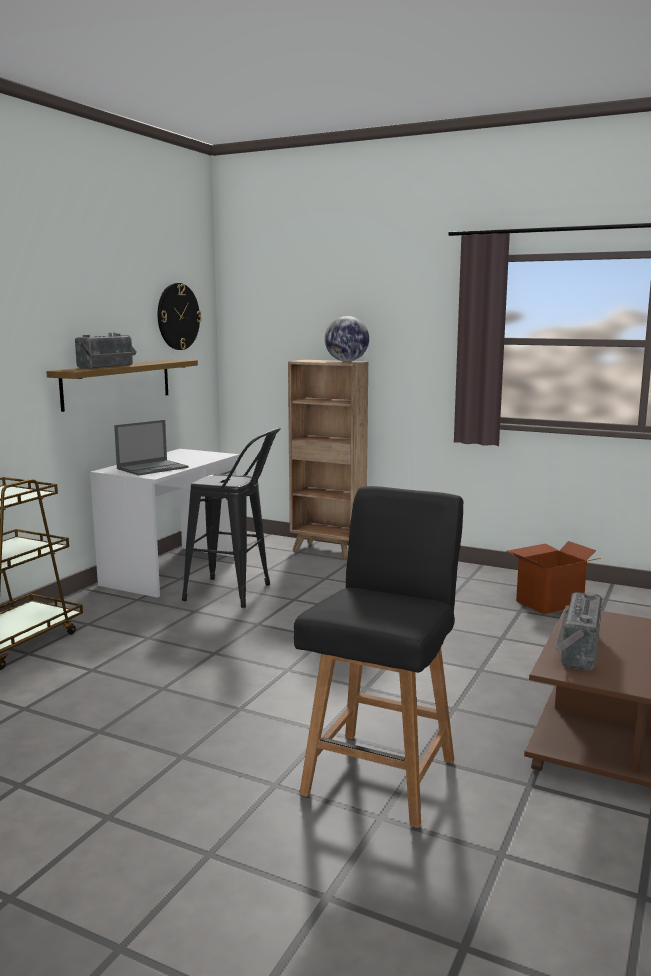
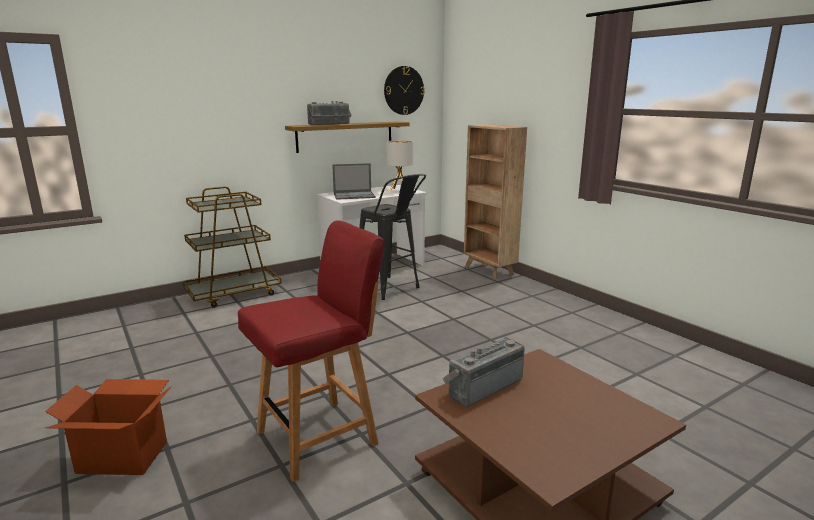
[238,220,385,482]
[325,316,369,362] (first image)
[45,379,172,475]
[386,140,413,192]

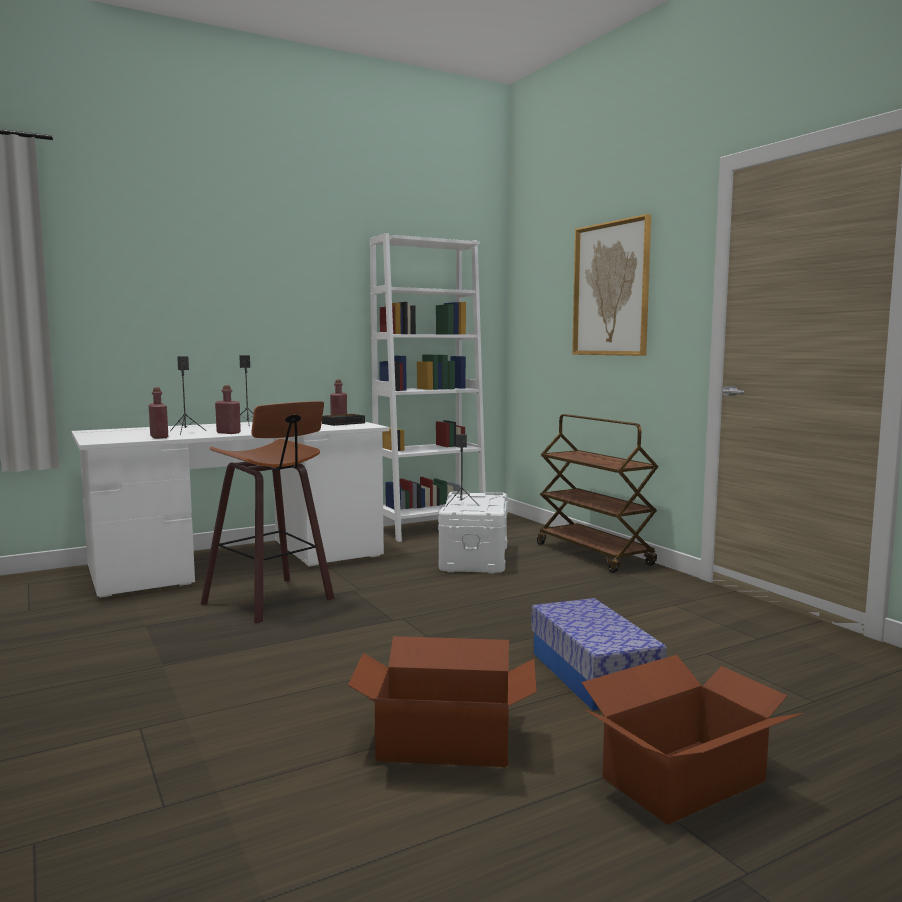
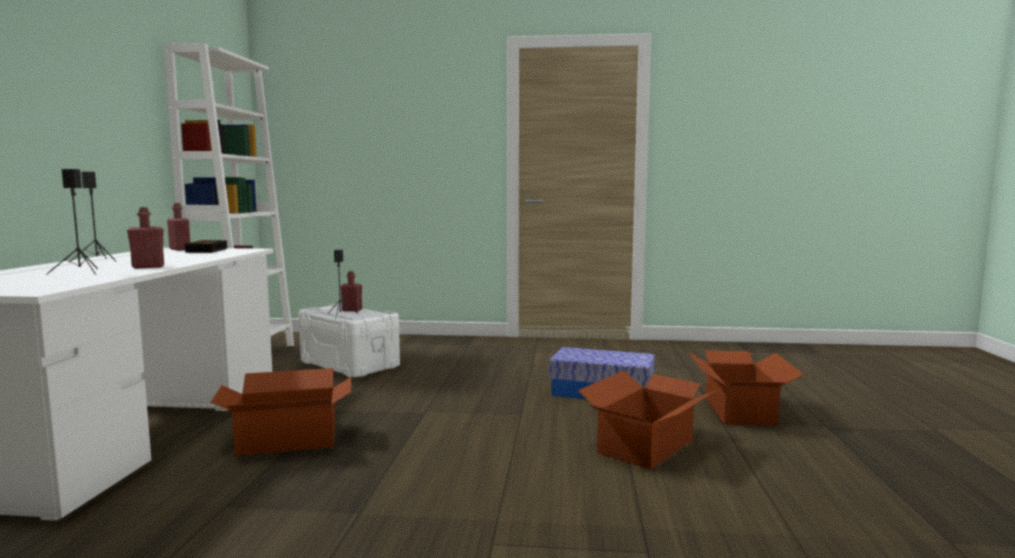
[341,271,362,312]
[211,368,351,456]
[537,414,659,573] (first image)
[572,214,651,356] (first image)

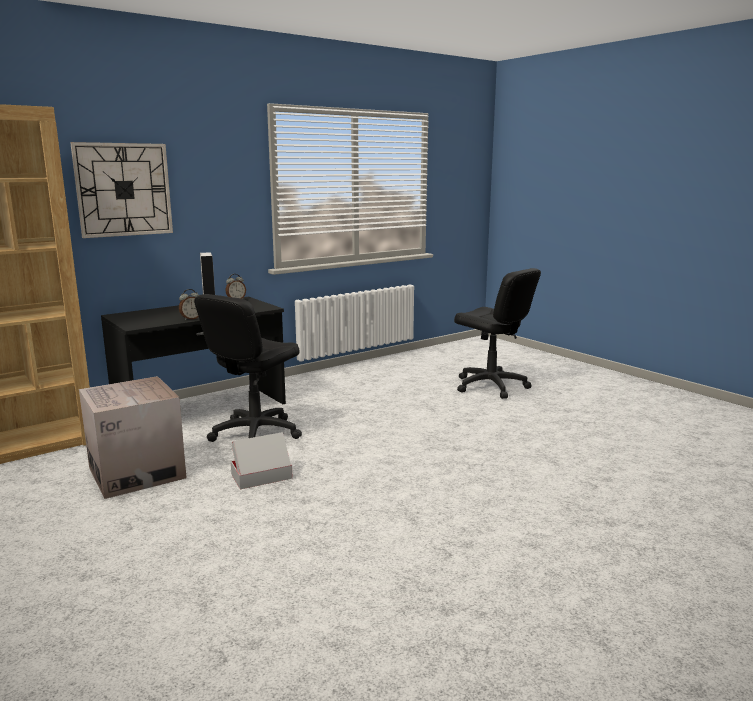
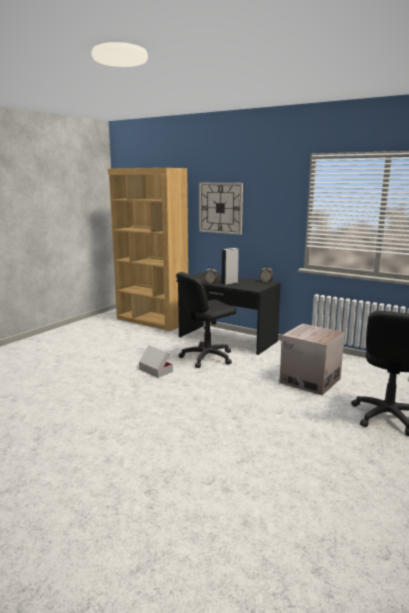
[279,324,345,396]
[176,272,237,368]

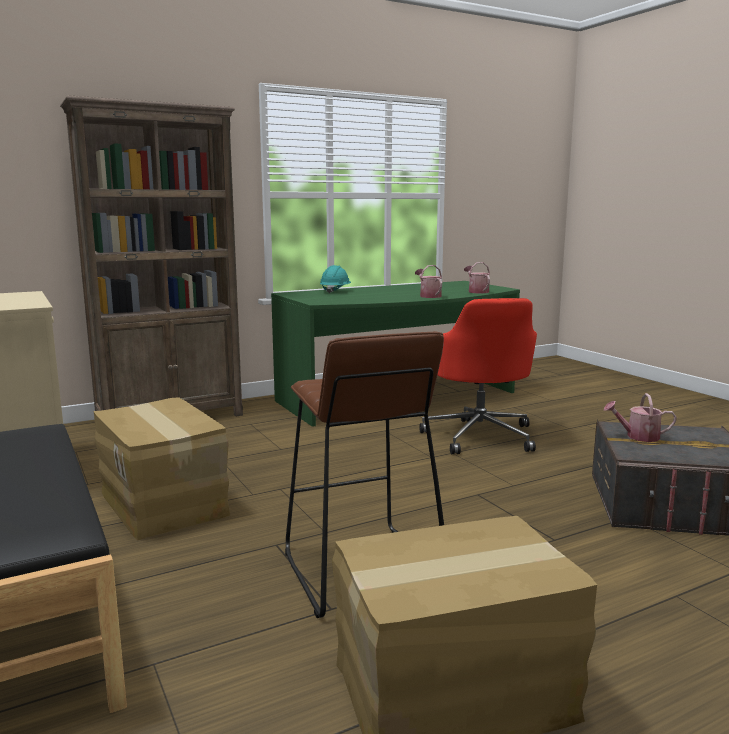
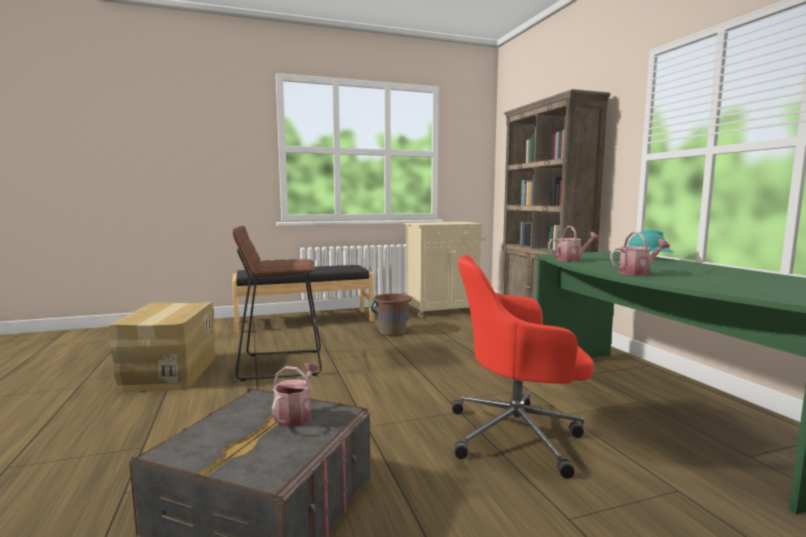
[371,294,413,336]
[548,226,599,262]

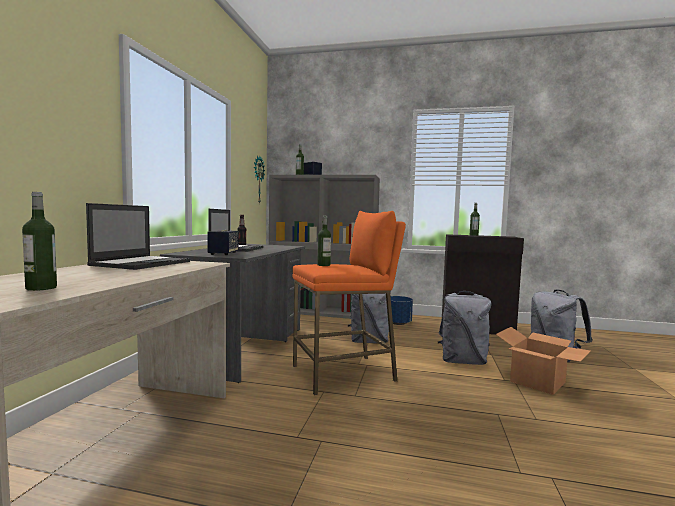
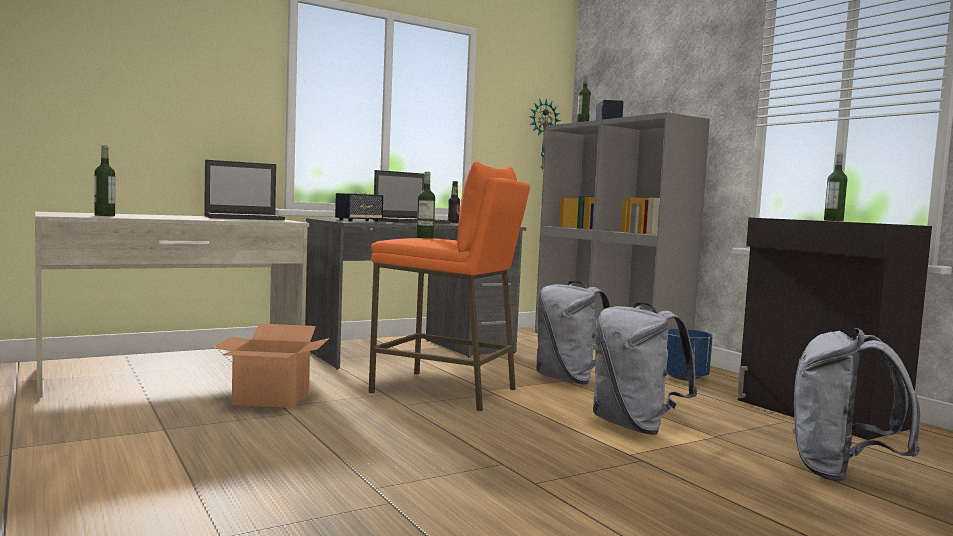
[212,324,329,408]

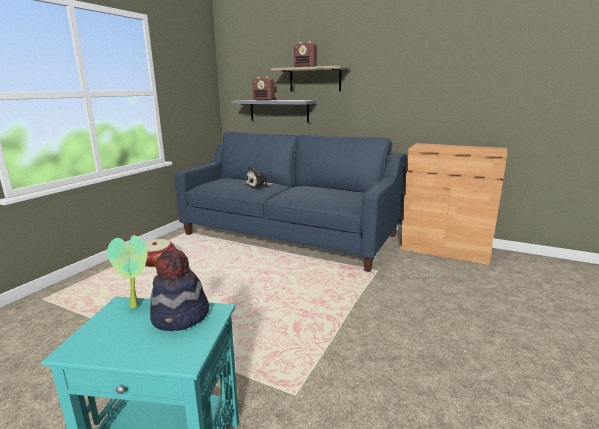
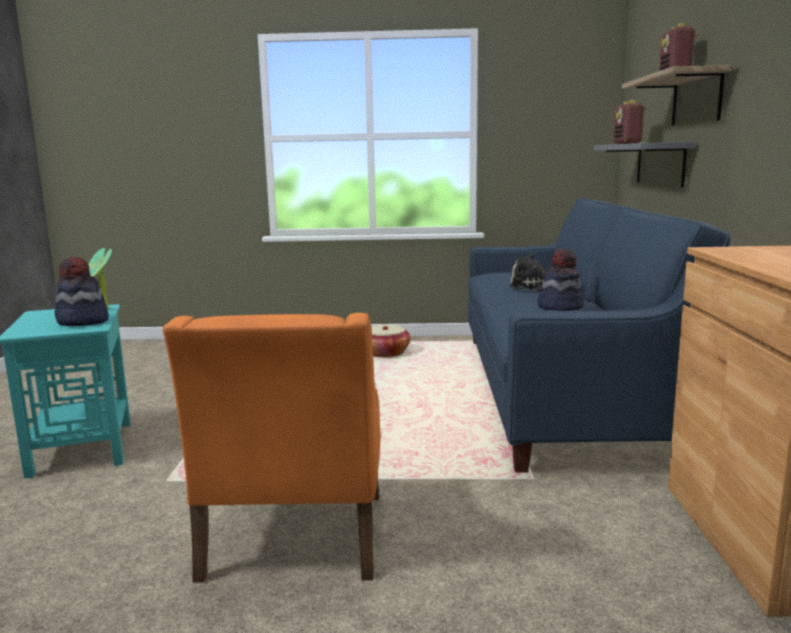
[162,313,381,583]
[537,249,584,311]

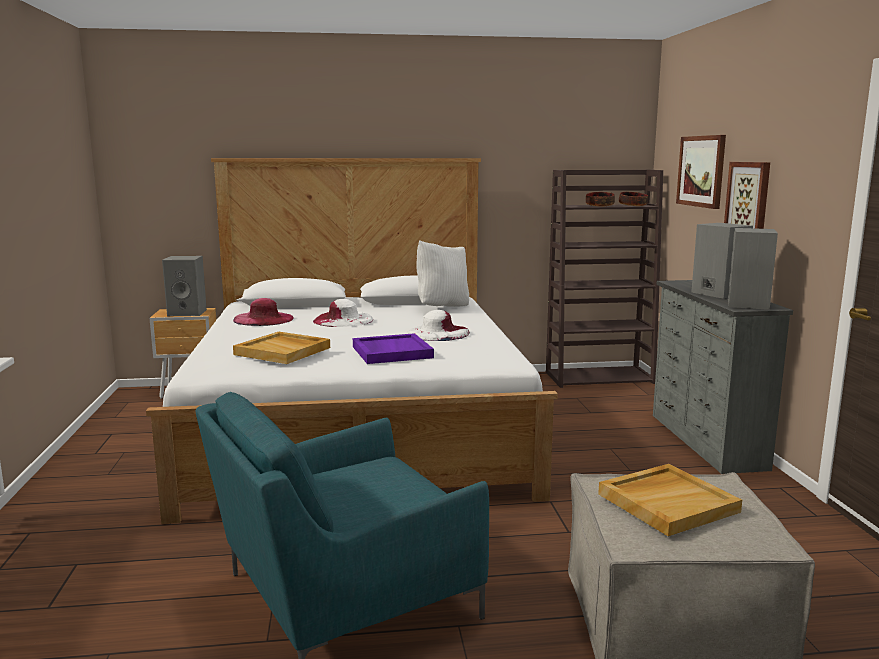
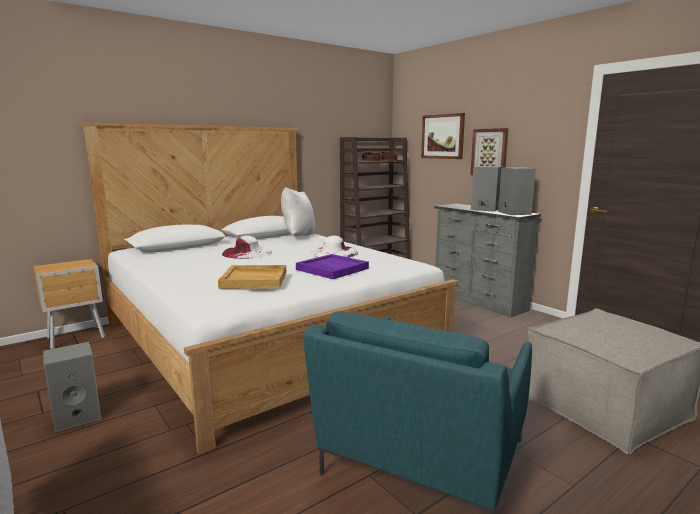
[43,342,101,432]
[233,298,294,326] (first image)
[598,464,742,536] (first image)

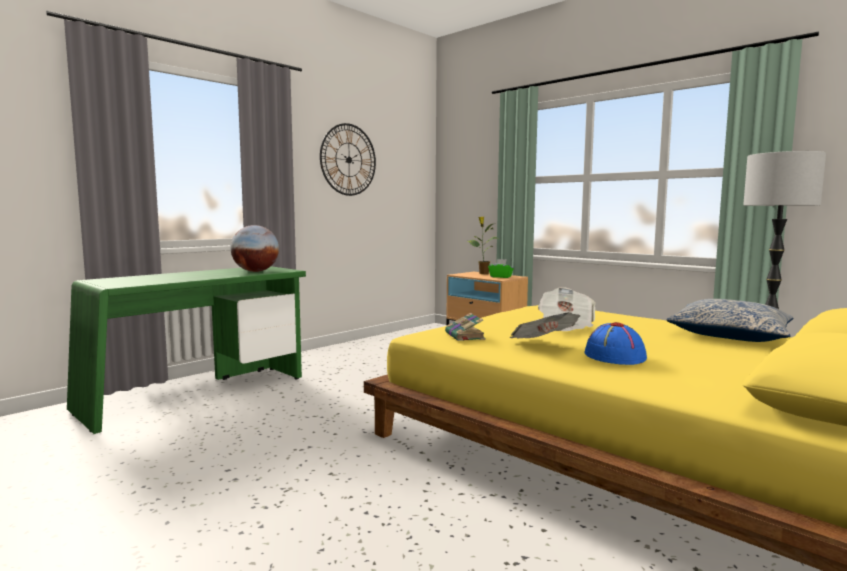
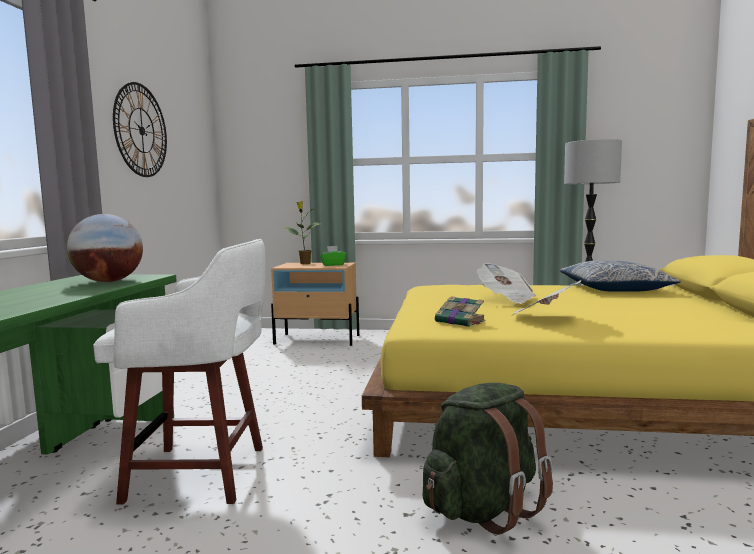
[584,322,647,365] (first image)
[93,239,266,505]
[423,383,553,535]

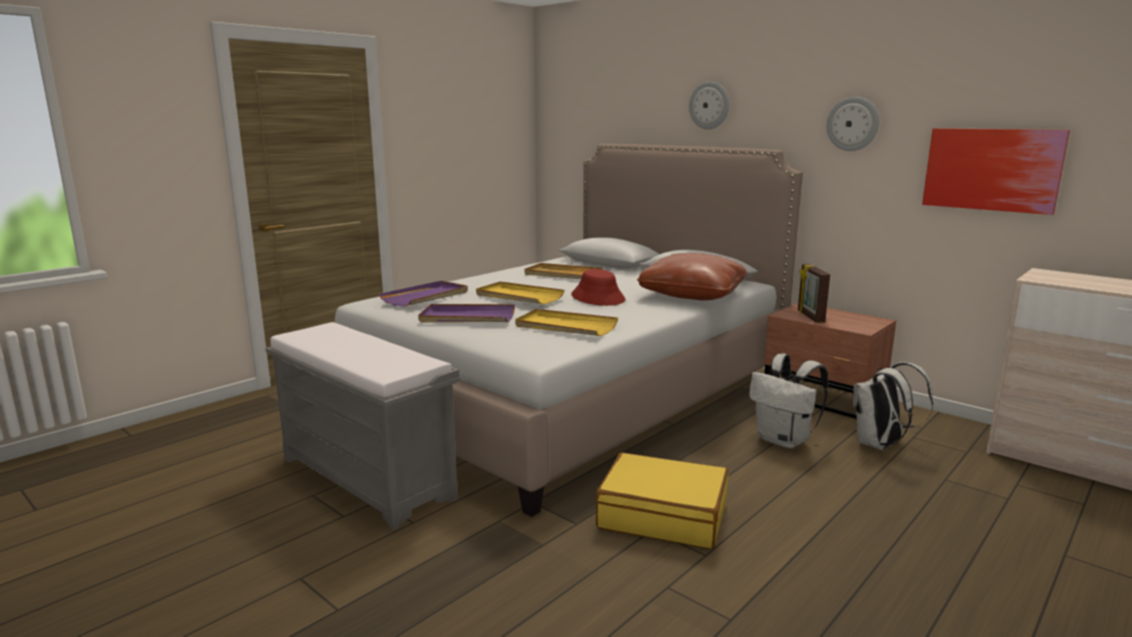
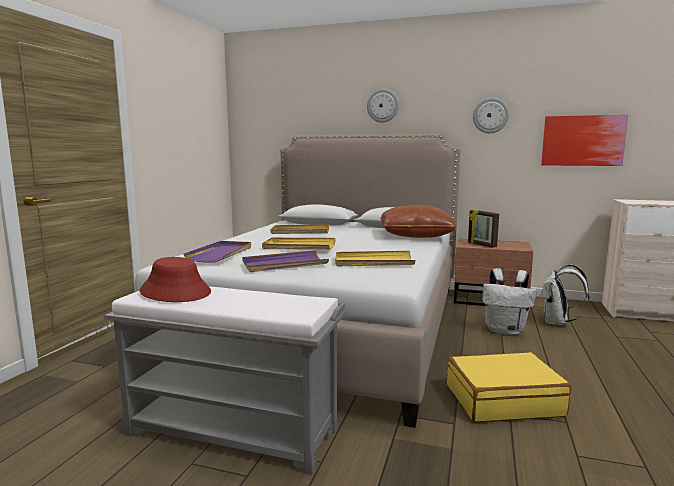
[140,257,211,302]

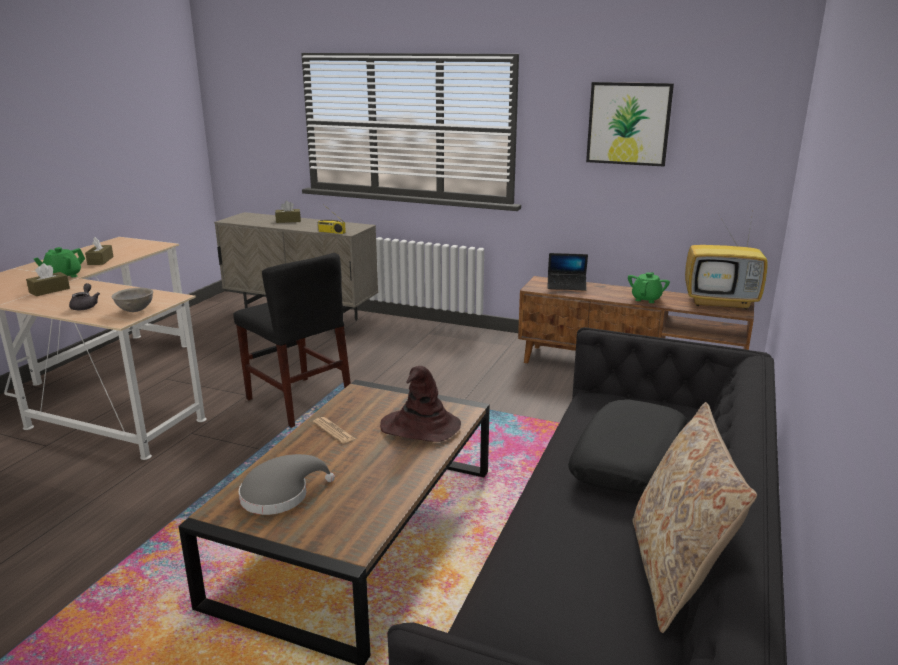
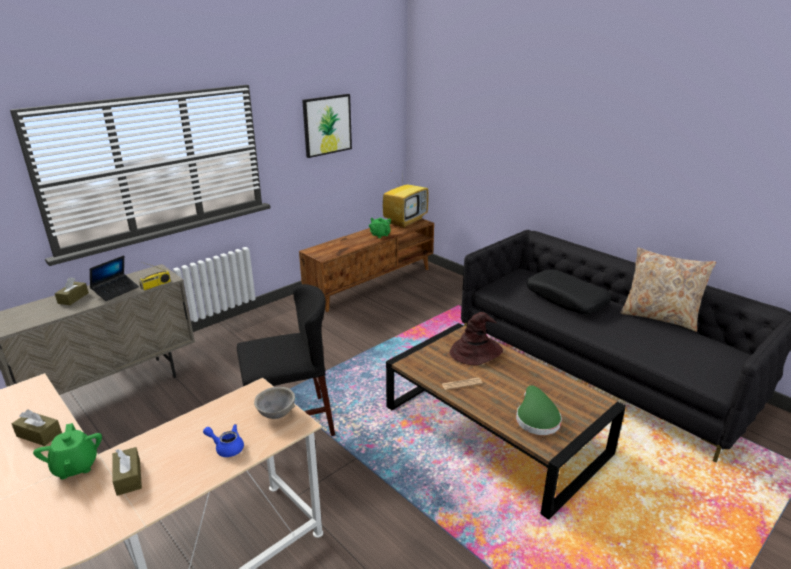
[203,424,244,457]
[516,385,562,435]
[90,255,139,301]

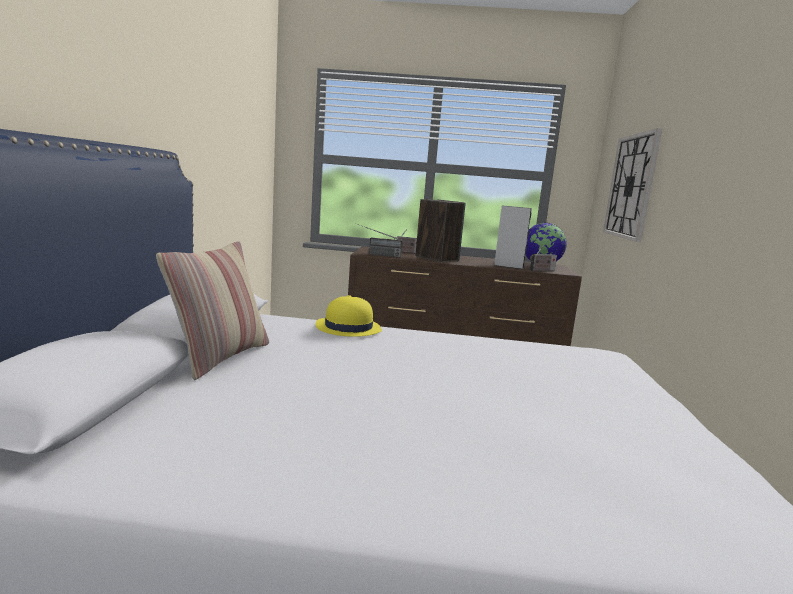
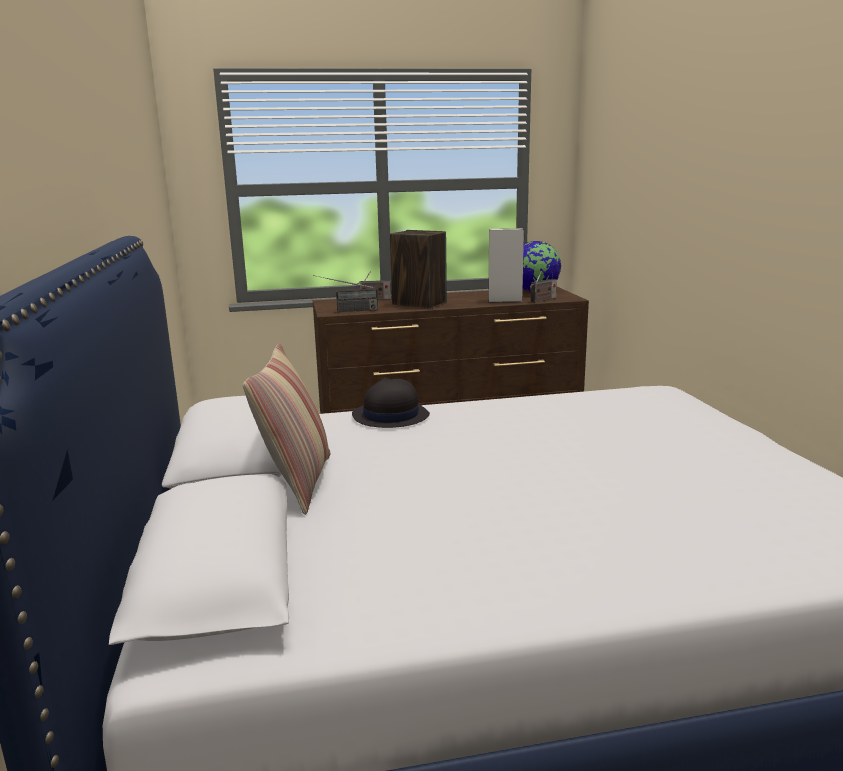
[352,378,430,428]
[603,128,662,242] (first image)

